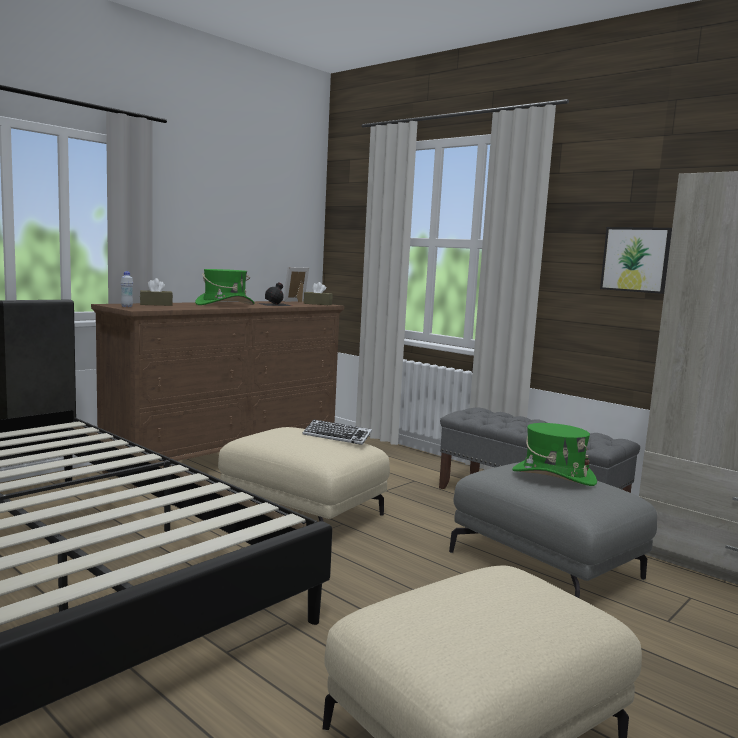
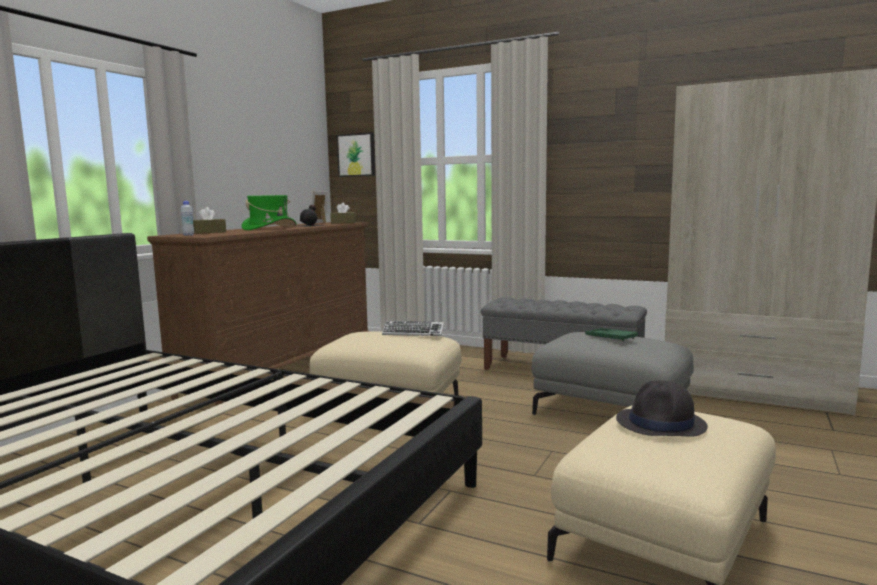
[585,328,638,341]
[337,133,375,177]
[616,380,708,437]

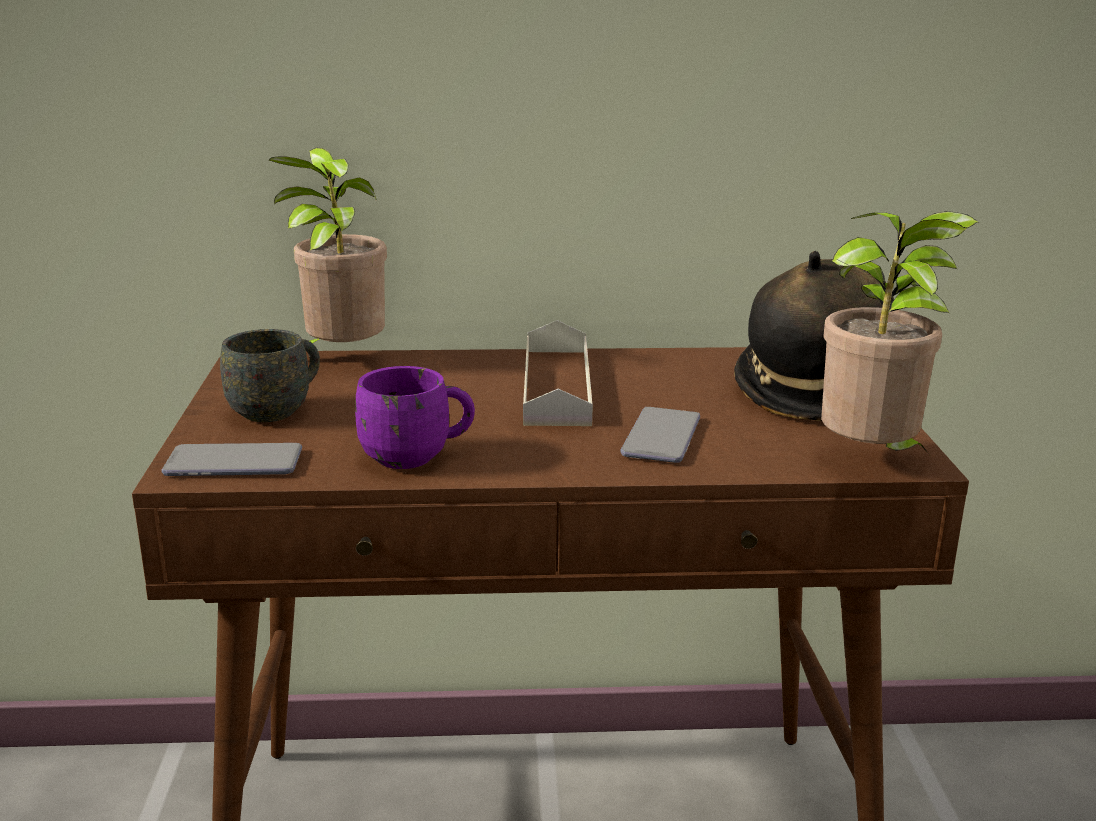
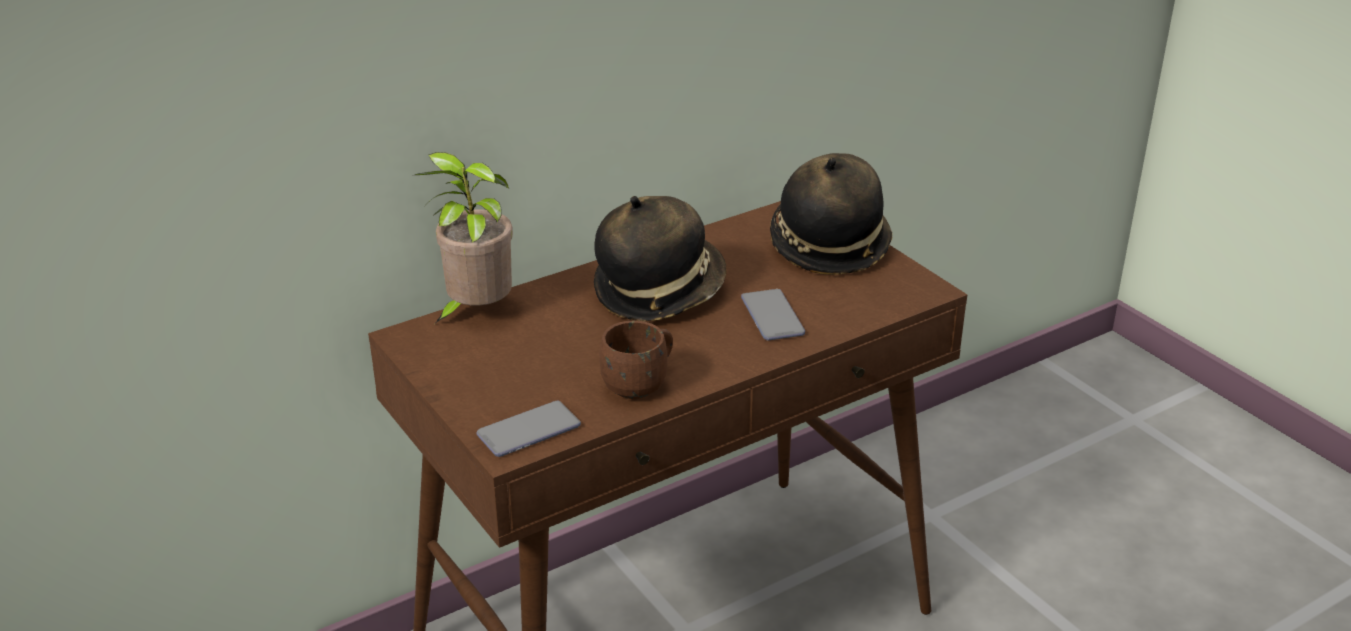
[220,329,320,422] (first image)
[600,320,673,399]
[594,196,727,321]
[821,211,979,454] (first image)

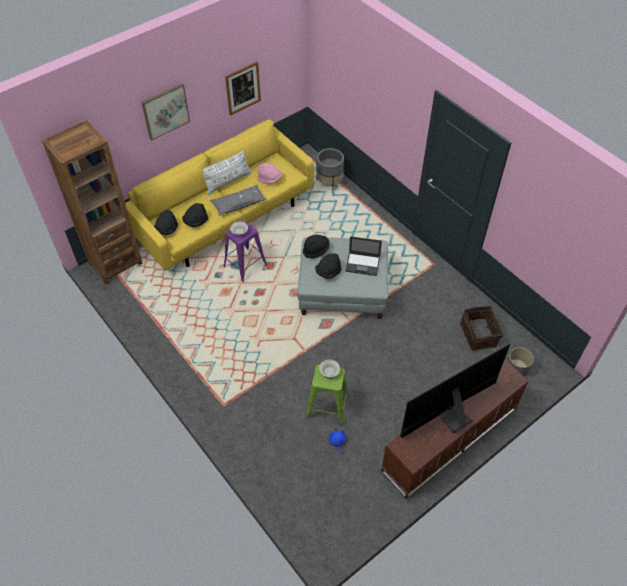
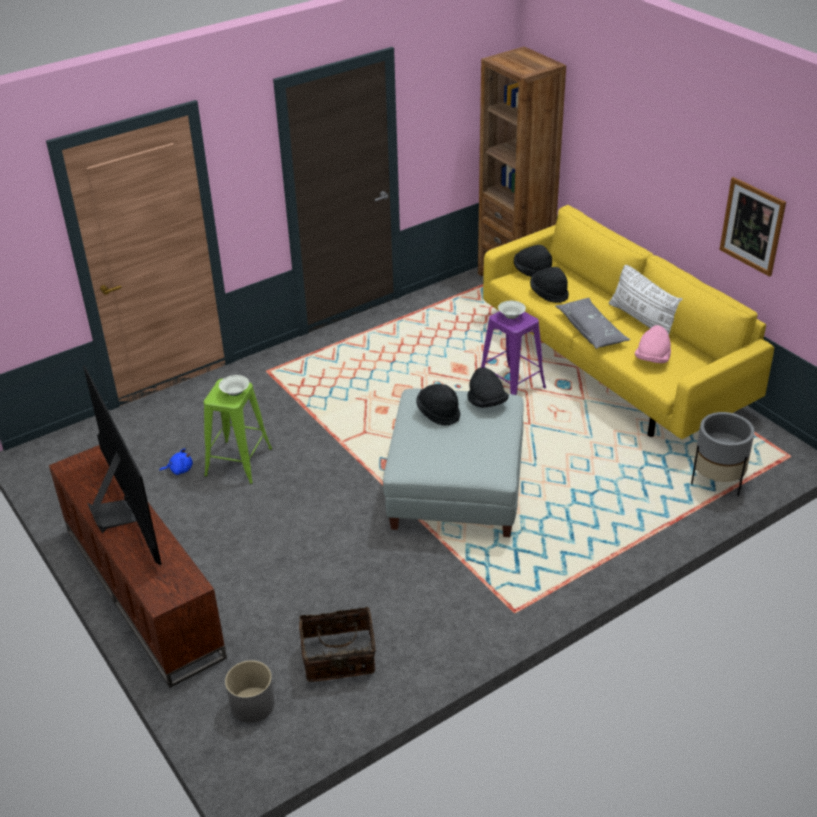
[141,84,190,141] (first image)
[345,236,382,276] (first image)

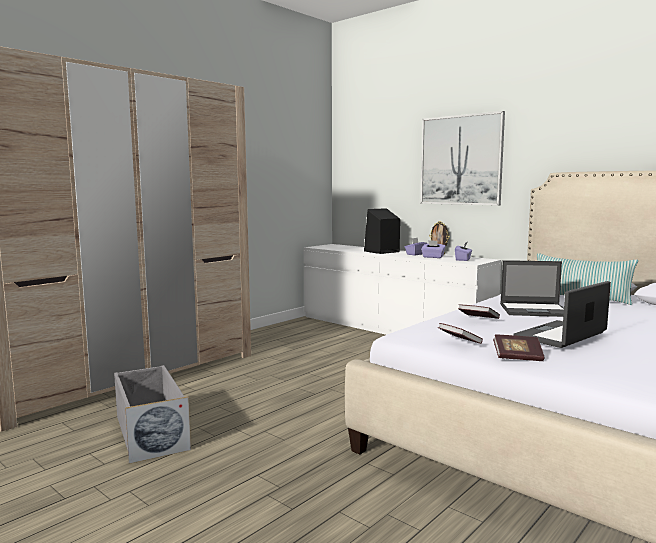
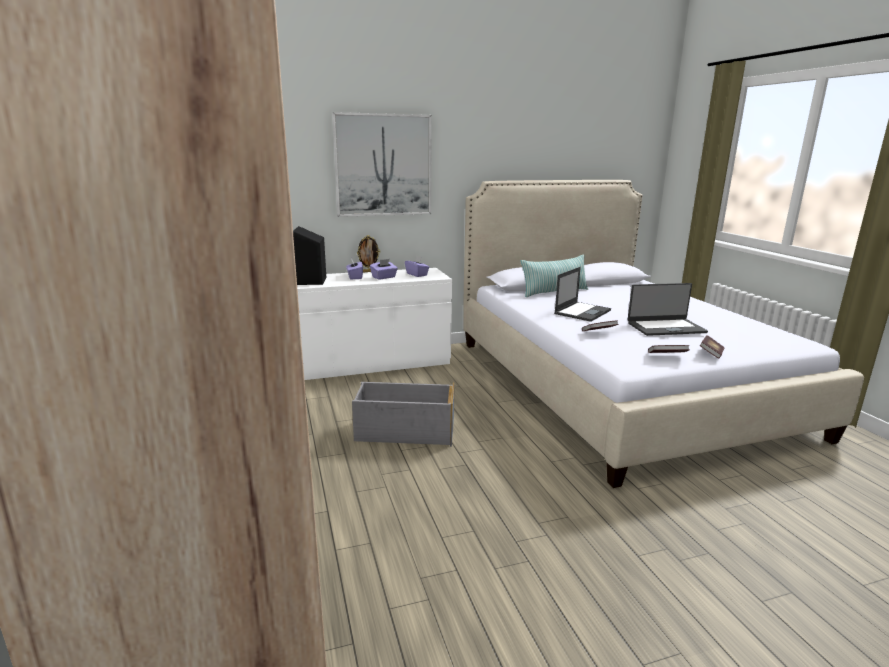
[352,382,455,447]
[627,283,708,336]

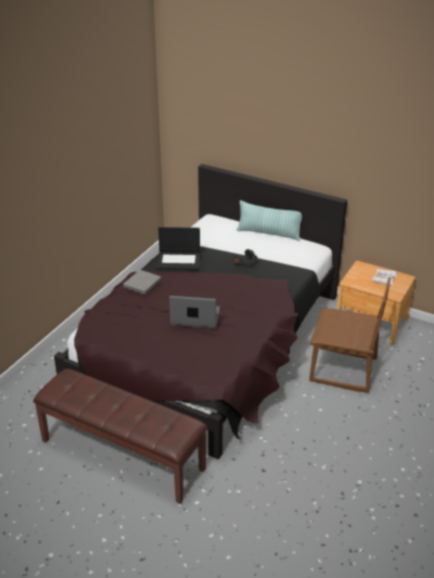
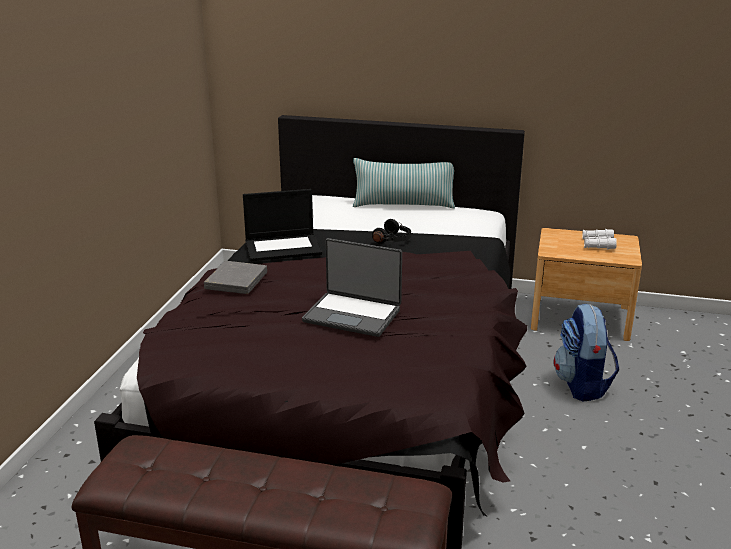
[302,238,402,337]
[554,304,619,401]

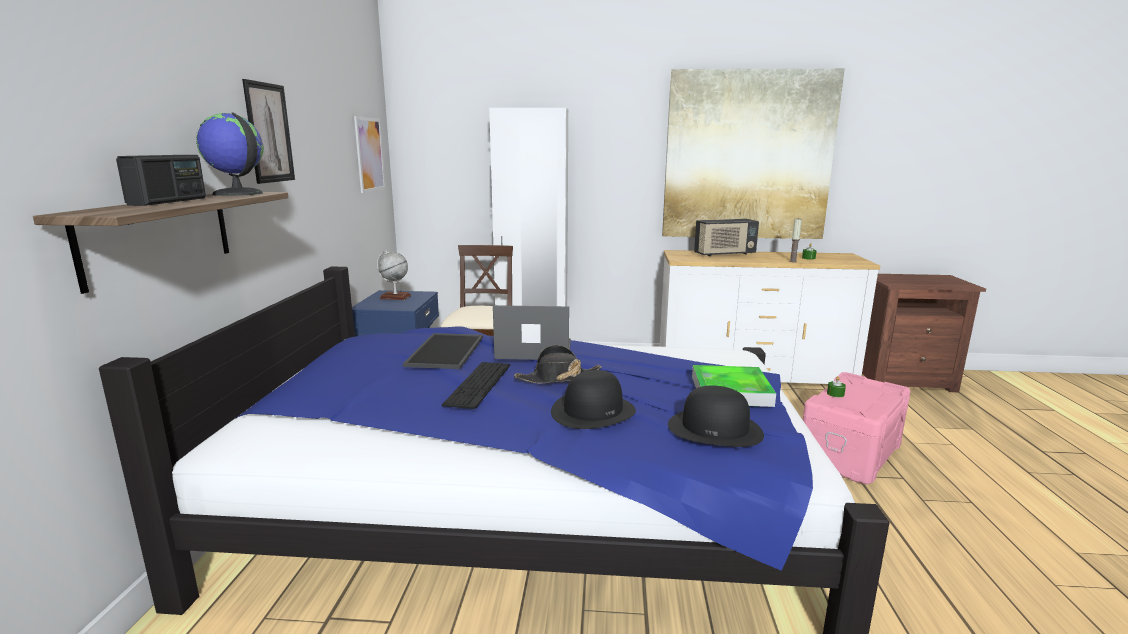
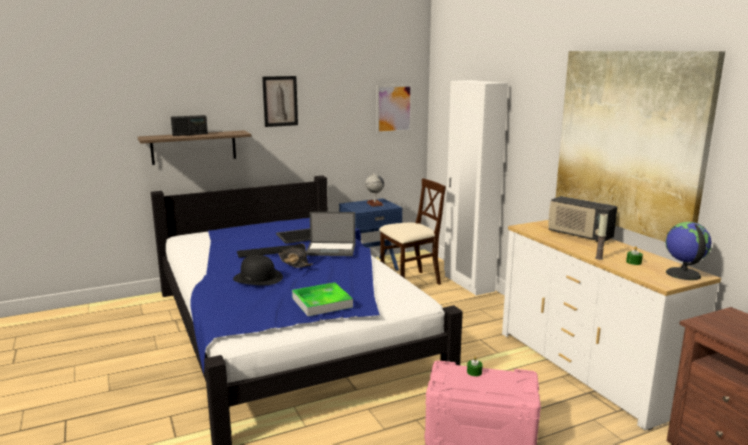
[665,222,712,280]
[306,212,355,256]
[668,386,764,447] (first image)

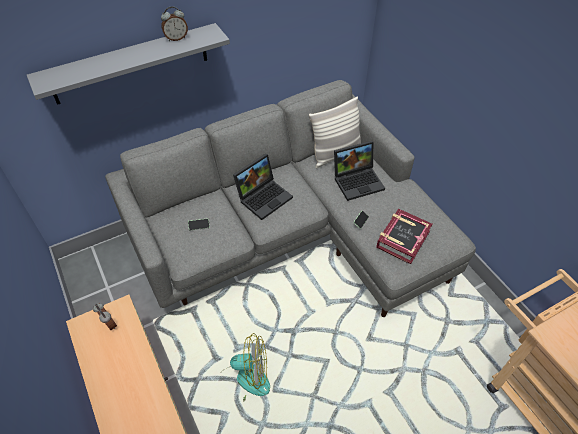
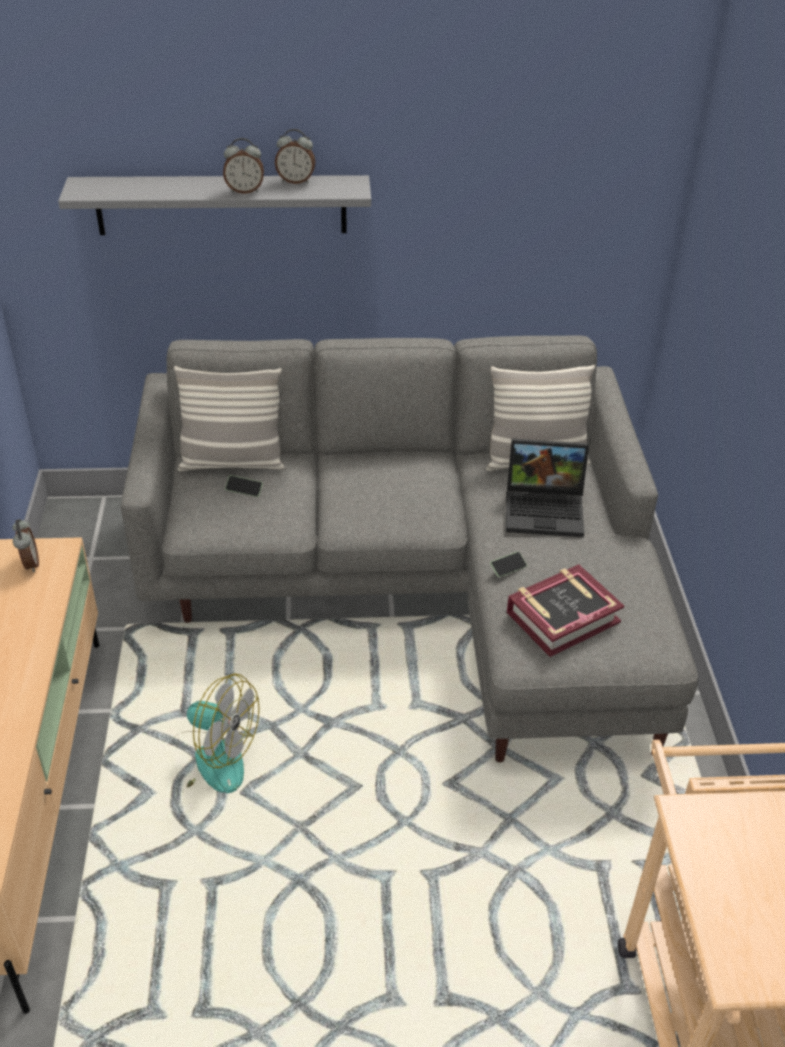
[233,154,293,220] (first image)
[174,366,285,471]
[223,138,264,194]

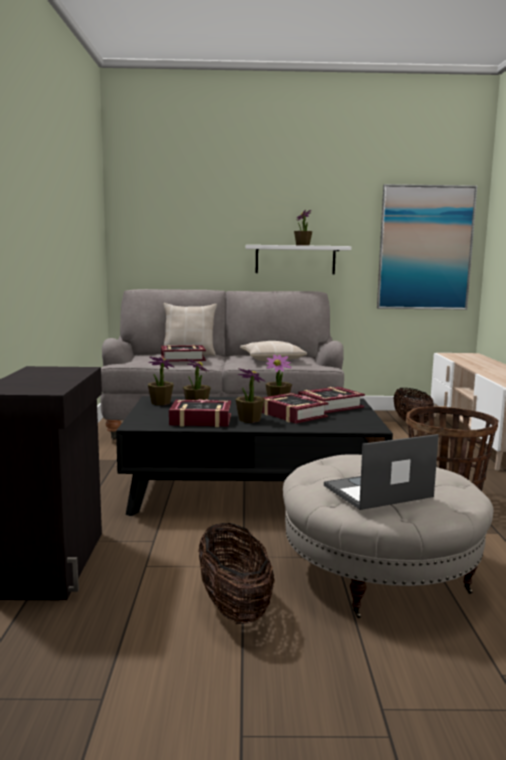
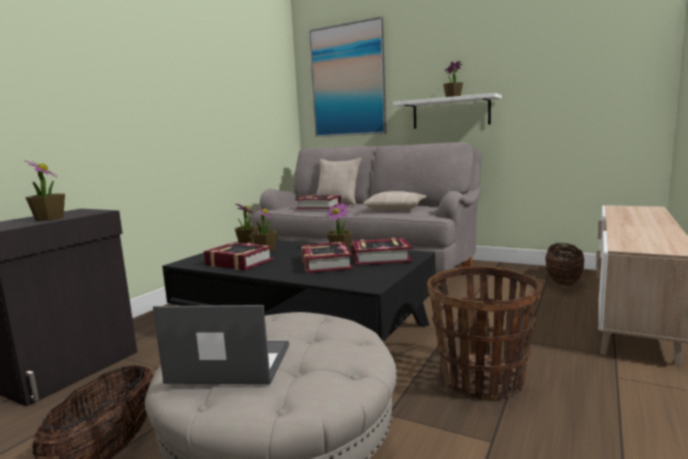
[24,160,65,221]
[309,16,386,137]

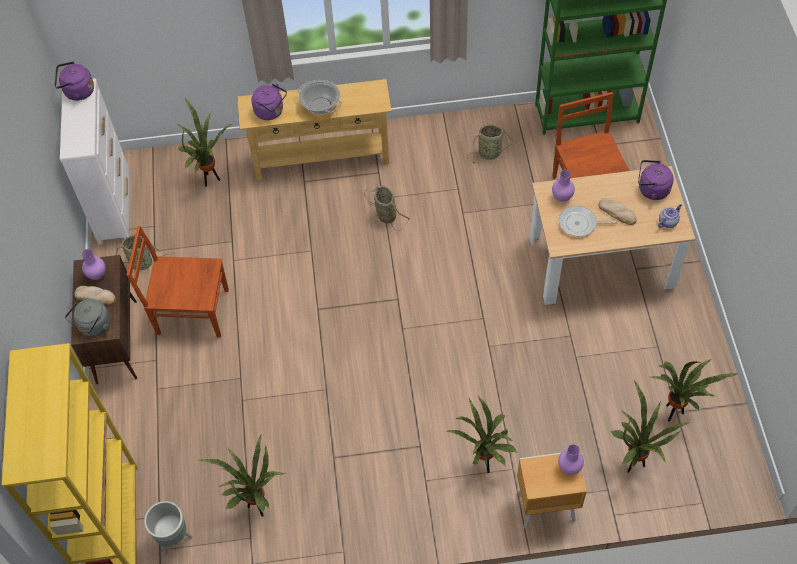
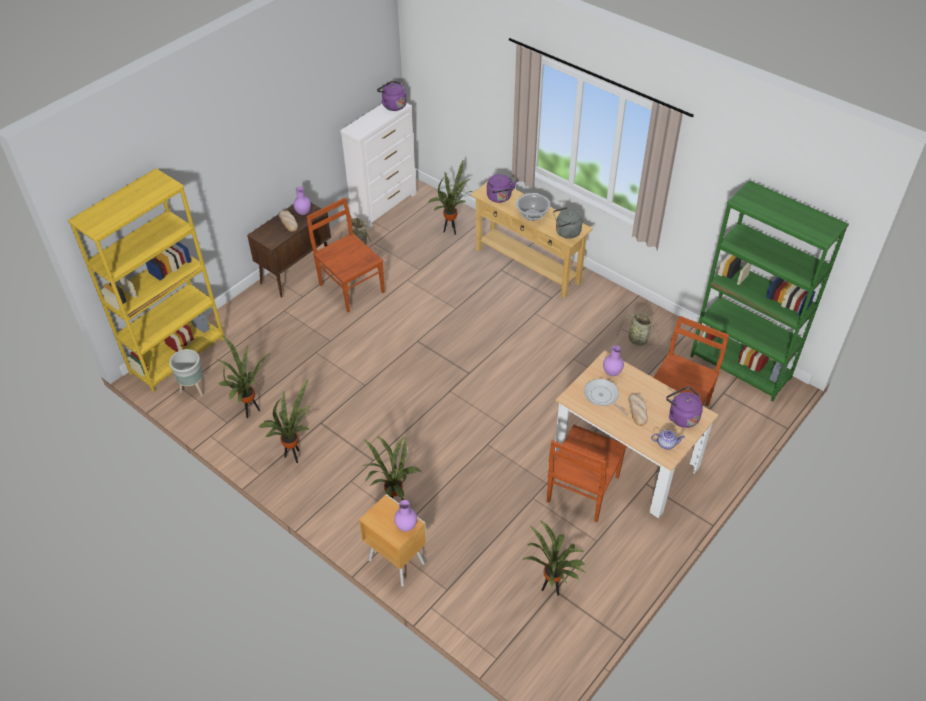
[553,207,582,239]
[364,186,410,231] (first image)
[259,380,312,463]
[547,425,627,522]

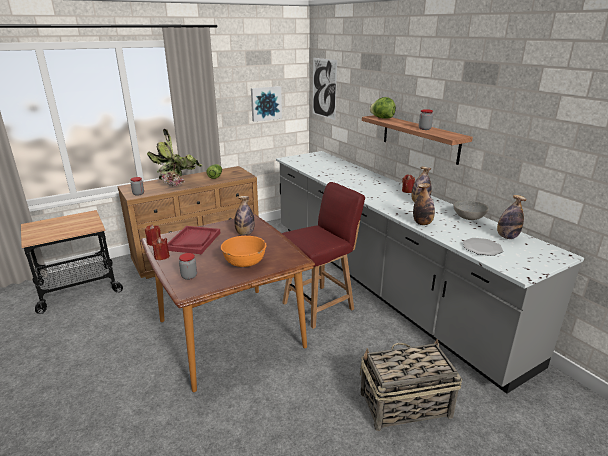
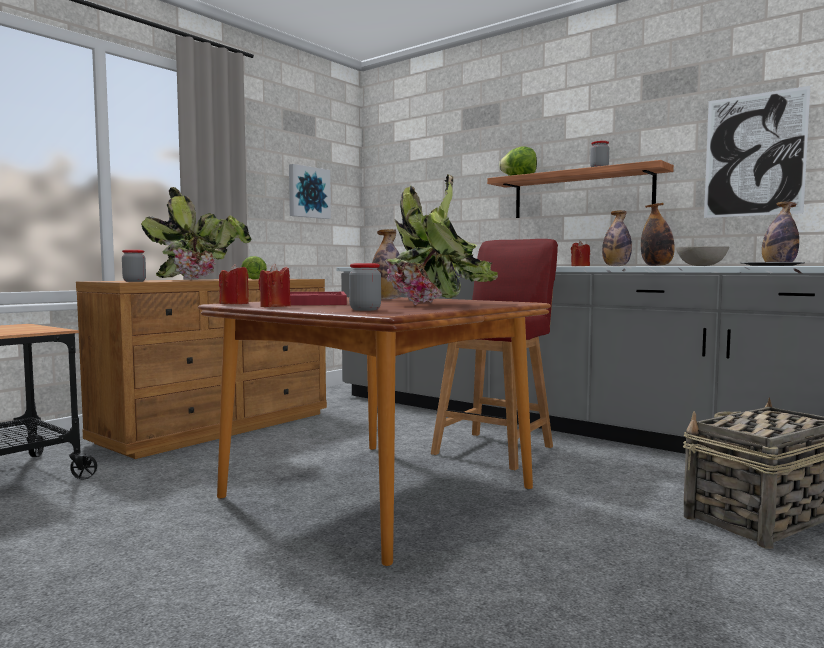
[385,174,498,305]
[704,86,810,218]

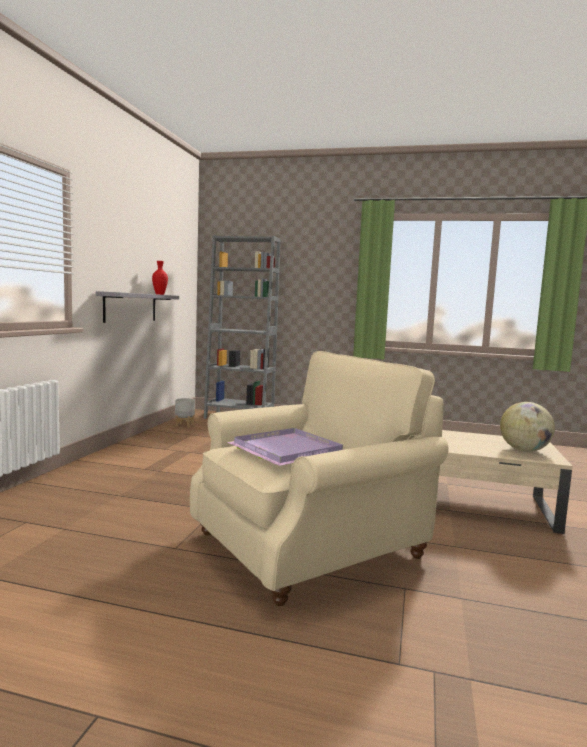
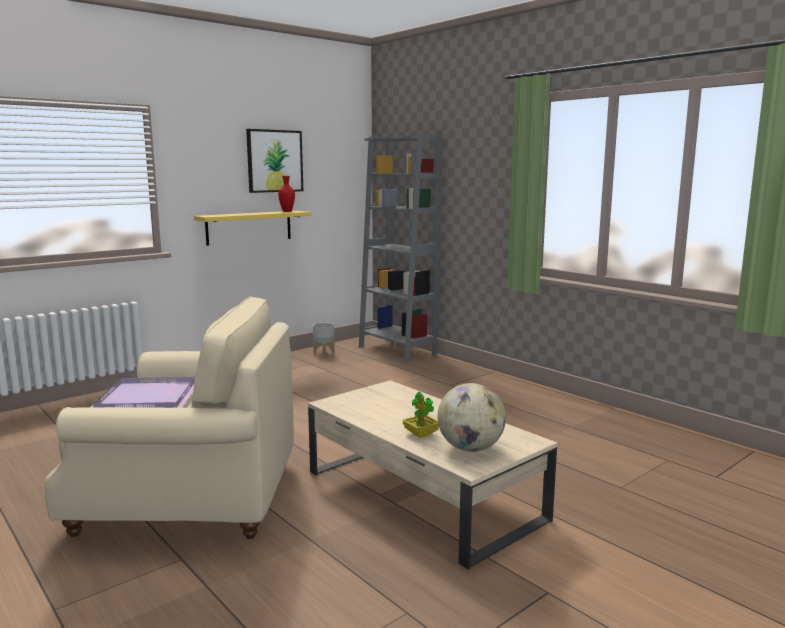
[194,211,311,246]
[246,129,303,193]
[403,392,439,438]

